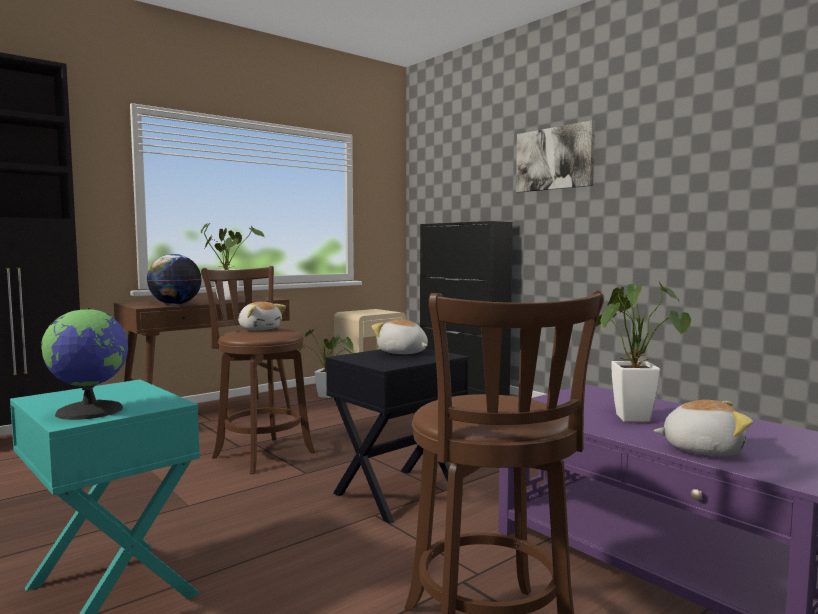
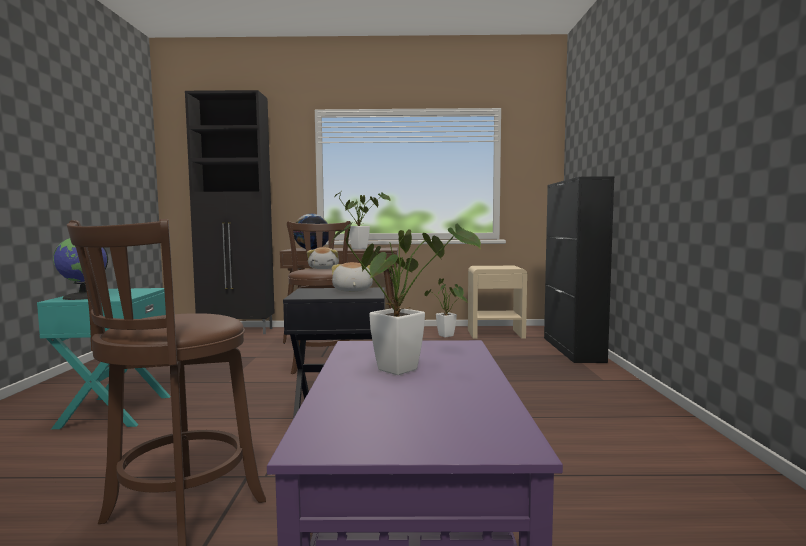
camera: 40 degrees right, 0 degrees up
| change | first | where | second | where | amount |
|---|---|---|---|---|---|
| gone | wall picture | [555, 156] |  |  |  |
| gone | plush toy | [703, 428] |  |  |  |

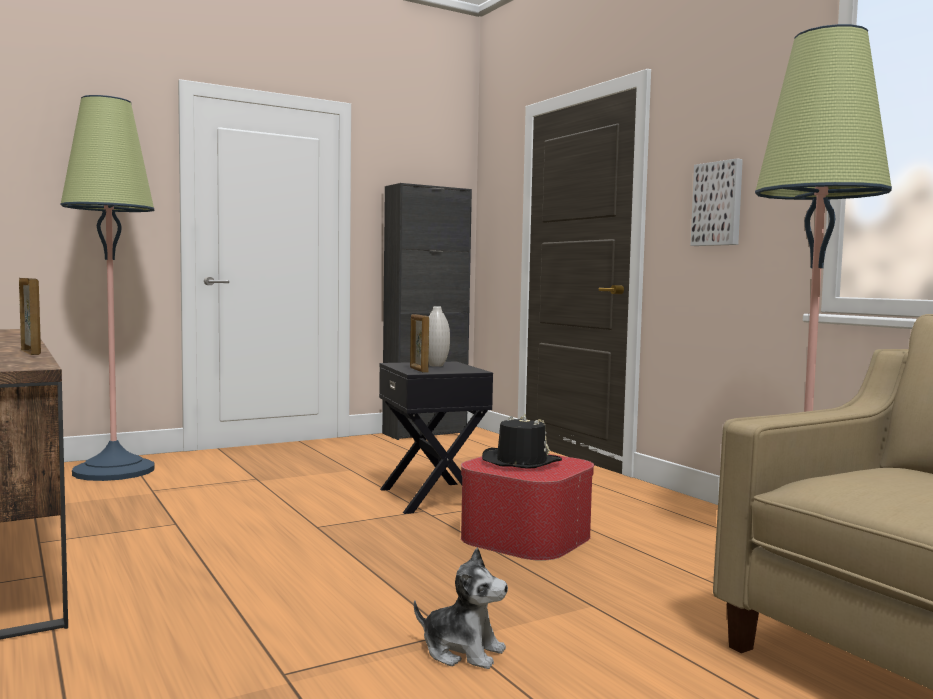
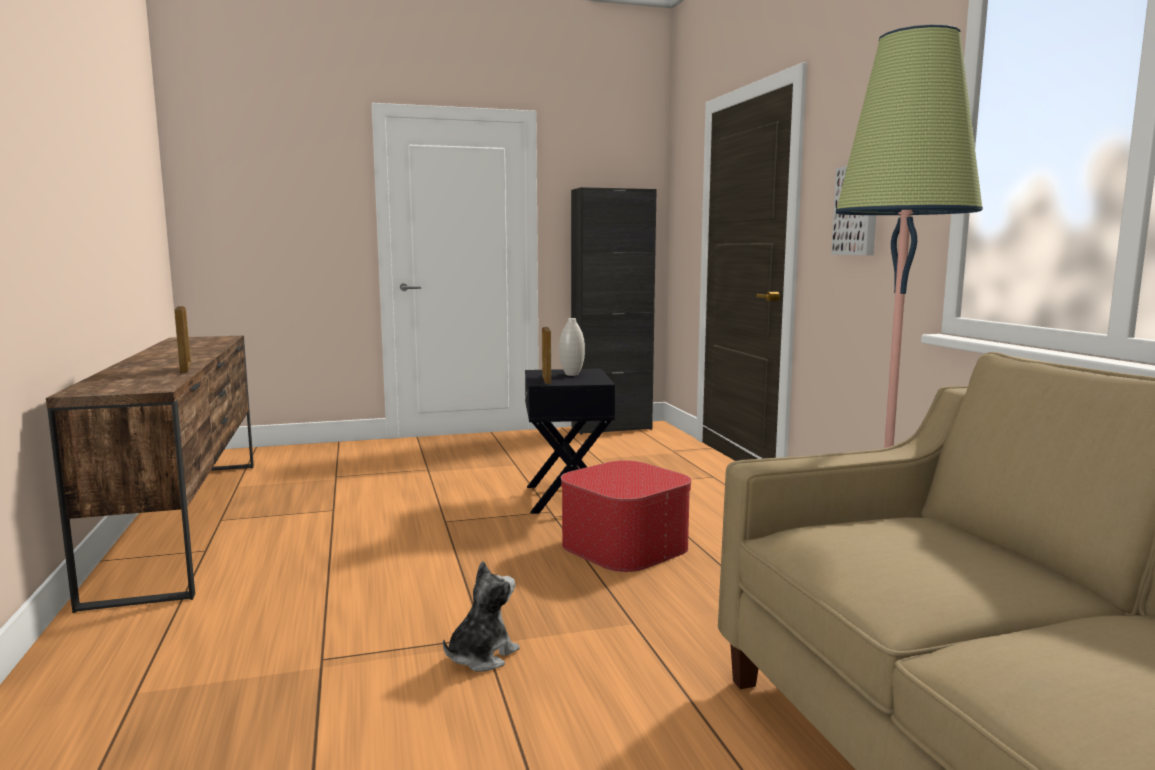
camera: 15 degrees right, 5 degrees up
| change | first | where | second | where | amount |
|---|---|---|---|---|---|
| rotated | plush toy | [461, 608] |  | [481, 616] | 90 degrees counterclockwise |
| gone | standing lamp | [107, 288] |  |  |  |
| gone | hat/black-coloured | [522, 441] |  |  |  |

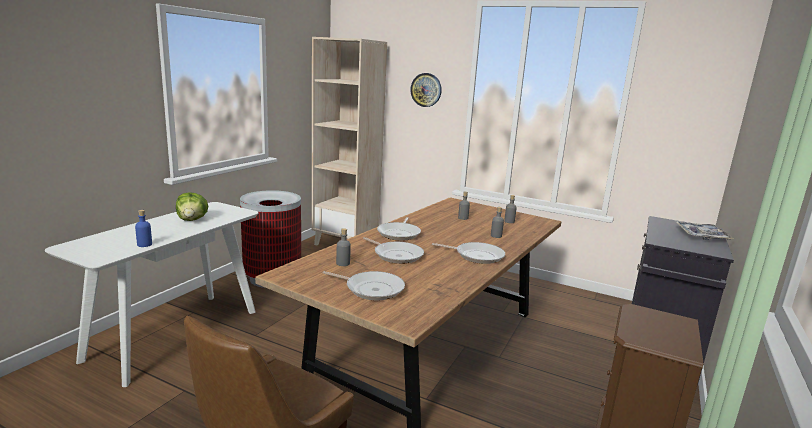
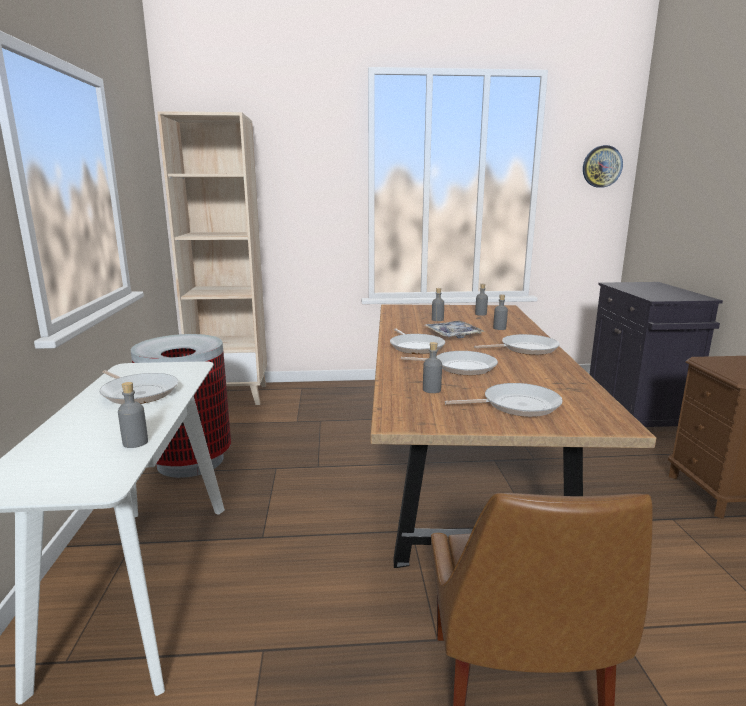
camera: 30 degrees left, 0 degrees up
| change | first | where | second | where | amount |
|---|---|---|---|---|---|
| swapped | lettuce | [192, 206] | frying pan | [138, 387] |  |
| repainted | bottle/blue-coloured | [143, 228] | bottle/greyish | [133, 415] |  |
| shifted | serving tray | [705, 230] |  | [455, 330] |  |
| shifted | clock on the wall | [426, 90] |  | [603, 166] |  |

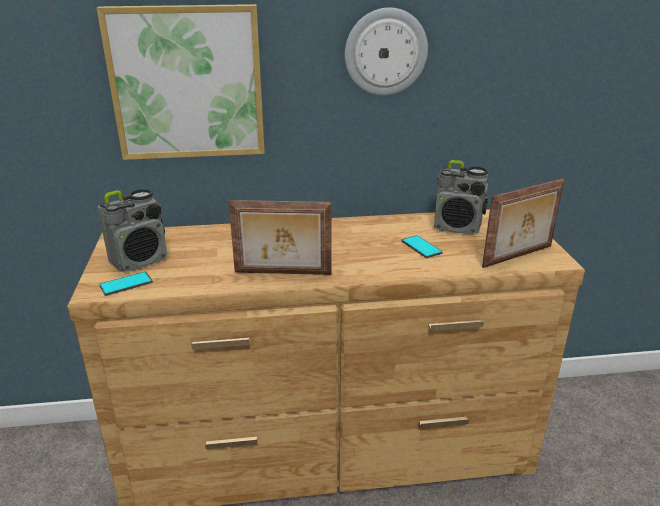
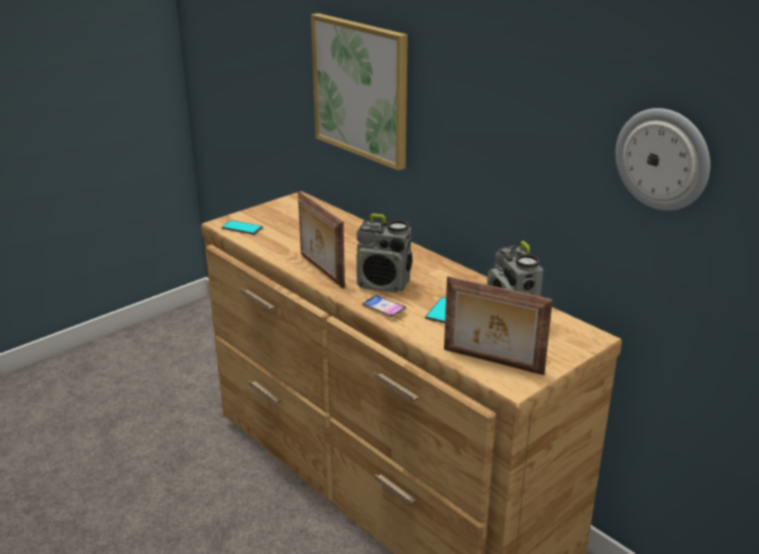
camera: 55 degrees right, 0 degrees up
| change | first | where | second | where | amount |
|---|---|---|---|---|---|
| shifted | radio set | [132, 230] |  | [384, 253] |  |
| new |  |  | phone | [384, 306] |  |
| shifted | clock on the wall | [386, 51] |  | [662, 159] |  |

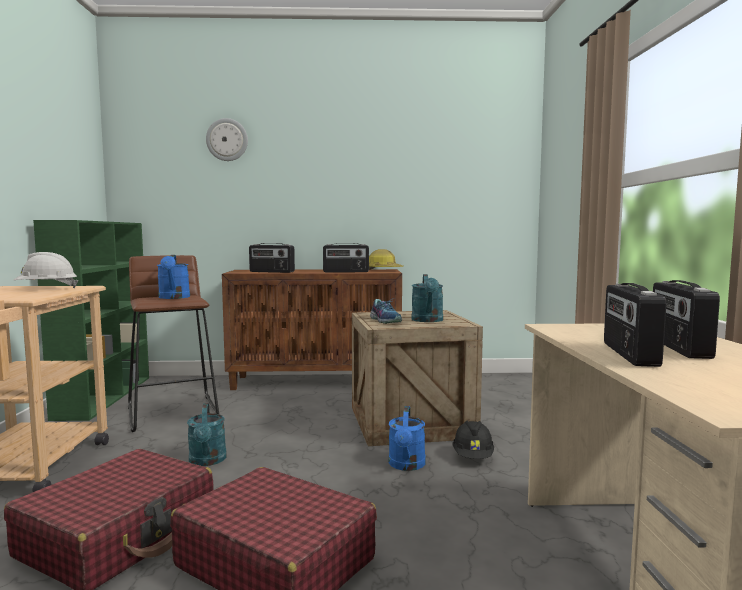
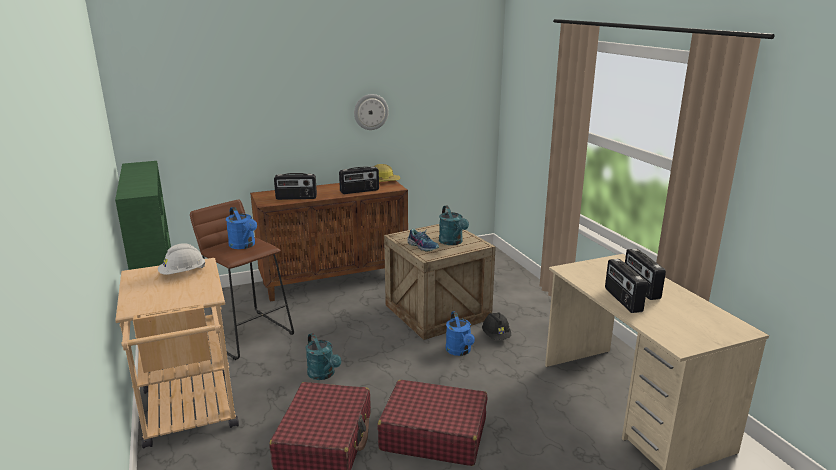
camera: 20 degrees left, 15 degrees up
| change | first | where | second | where | amount |
|---|---|---|---|---|---|
| shifted | clock on the wall | [227, 139] |  | [371, 112] |  |

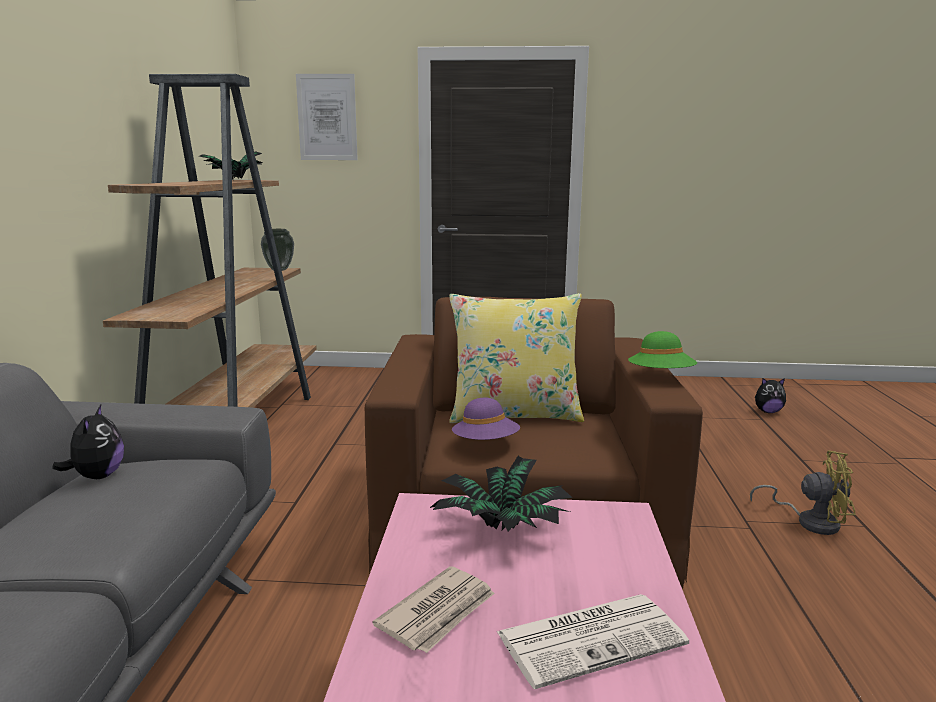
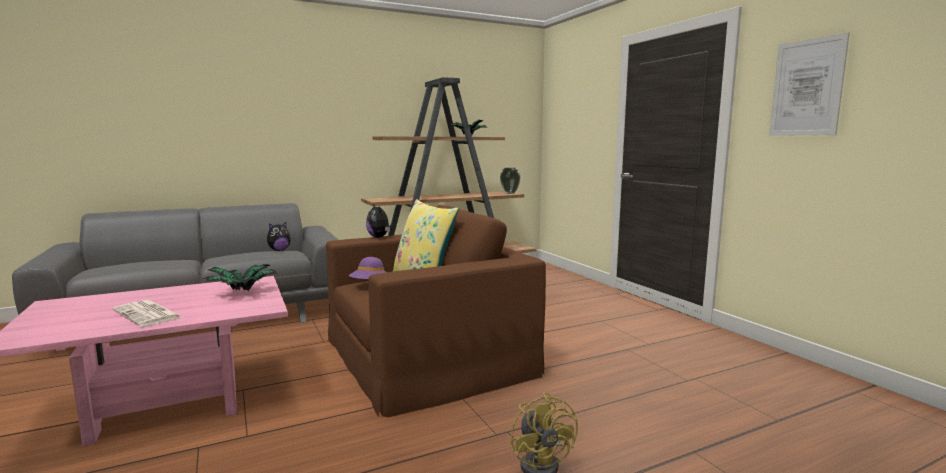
camera: 60 degrees right, 5 degrees down
| change | first | where | second | where | amount |
|---|---|---|---|---|---|
| shifted | plush toy | [770, 395] |  | [379, 221] |  |
| shifted | wall picture | [327, 117] |  | [809, 84] |  |
| gone | daily paper | [433, 609] |  |  |  |
| gone | hat/greenish | [662, 349] |  |  |  |

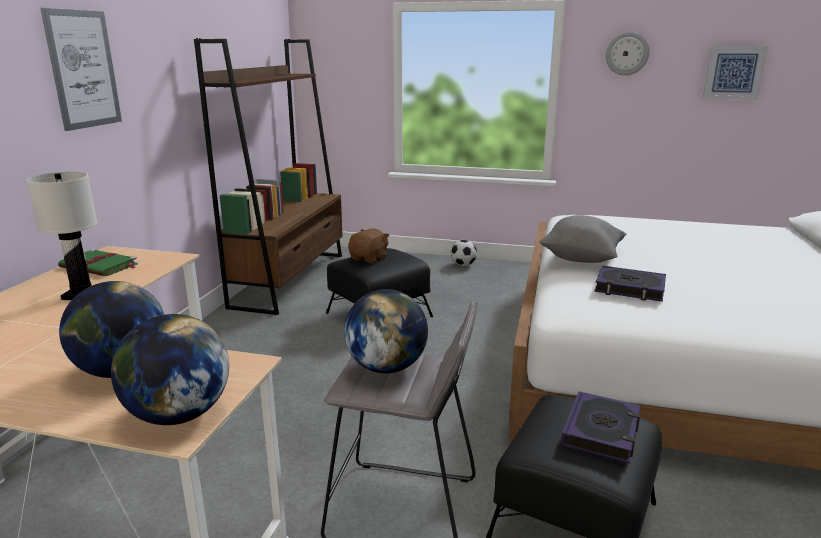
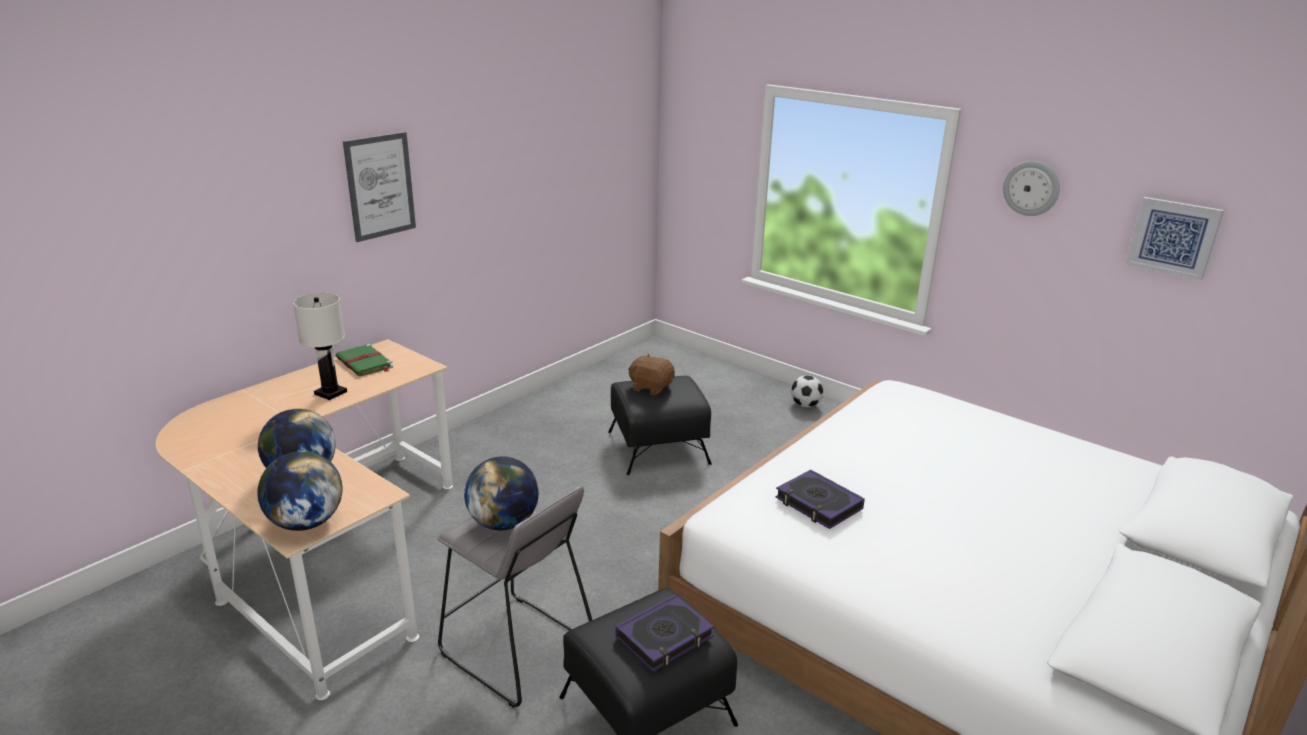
camera: 25 degrees right, 5 degrees up
| change | first | where | second | where | amount |
|---|---|---|---|---|---|
| rotated | plush toy/brown | [369, 246] |  | [651, 374] | 120 degrees counterclockwise |
| gone | bookshelf/brown | [268, 176] |  |  |  |
| gone | throw pillow/greyish | [583, 239] |  |  |  |

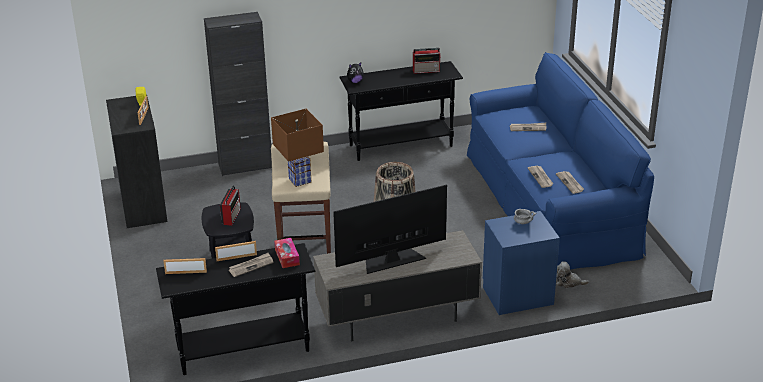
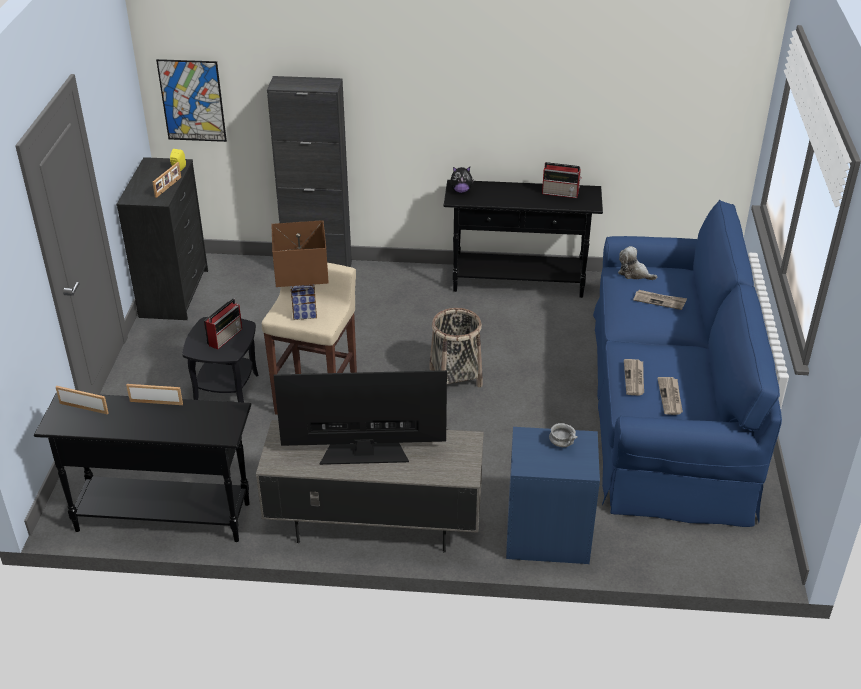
camera: 20 degrees right, 5 degrees up
| change | first | where | second | where | amount |
|---|---|---|---|---|---|
| new |  |  | wall picture | [191, 100] |  |
| shifted | plush toy | [573, 274] |  | [637, 263] |  |
| gone | daily paper | [251, 265] |  |  |  |
| gone | tissue box | [287, 253] |  |  |  |

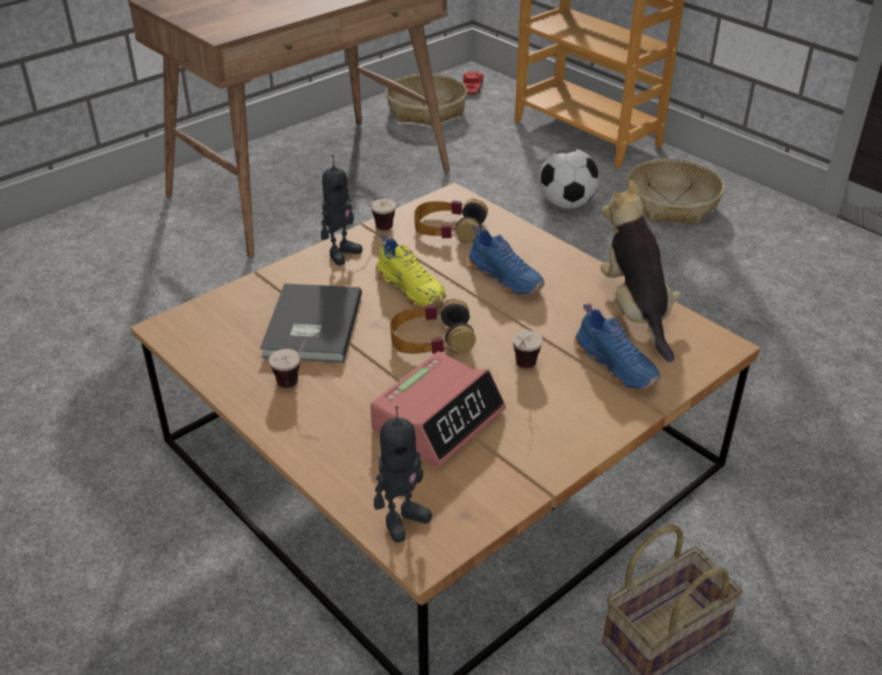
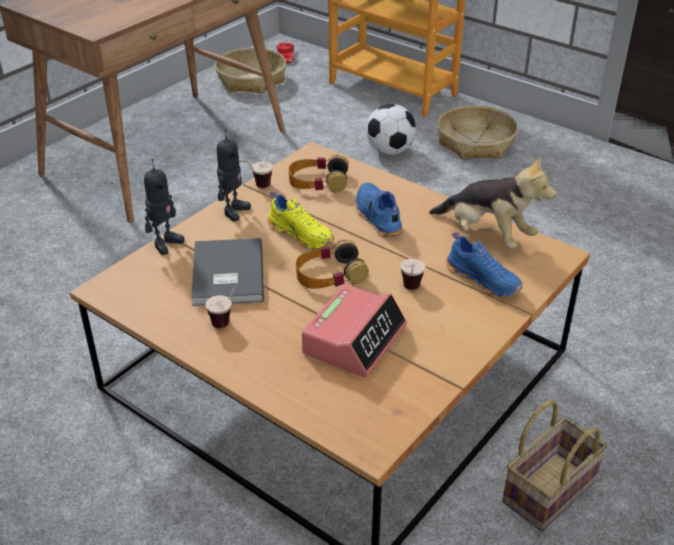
camera: 10 degrees left, 0 degrees up
| change | first | where | second | where | amount |
|---|---|---|---|---|---|
| shifted | robot figure | [403, 474] |  | [164, 207] |  |
| rotated | item of footwear/blue-coloured | [506, 260] |  | [379, 210] | 150 degrees counterclockwise |
| rotated | plush toy | [640, 271] |  | [492, 201] | 150 degrees clockwise |

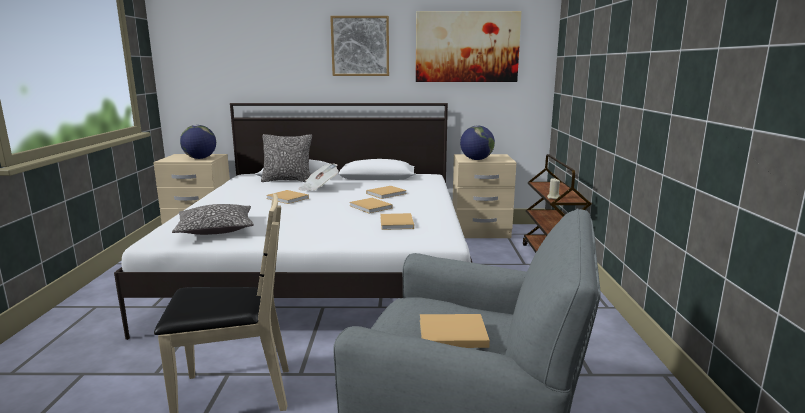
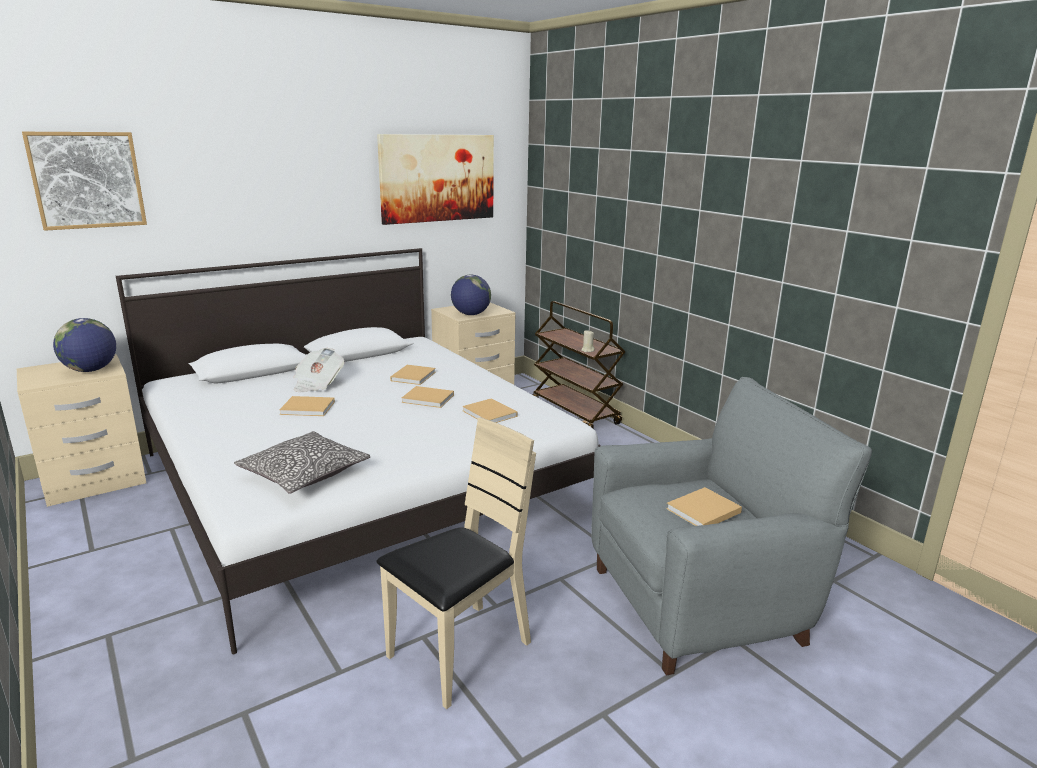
camera: 35 degrees left, 5 degrees up
| change | first | where | second | where | amount |
|---|---|---|---|---|---|
| shifted | wall picture | [359, 46] |  | [84, 181] |  |
| gone | throw pillow | [286, 158] |  |  |  |

